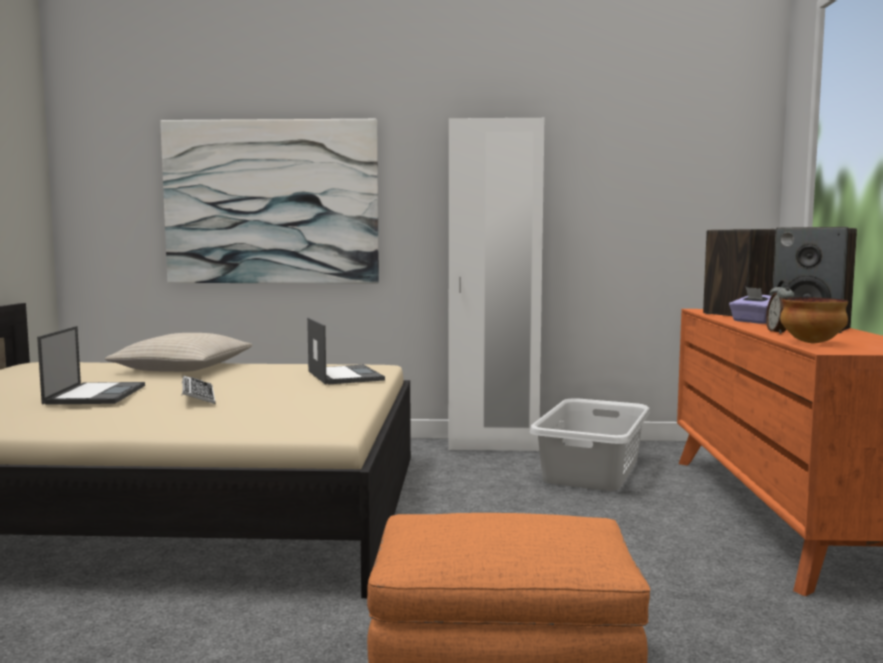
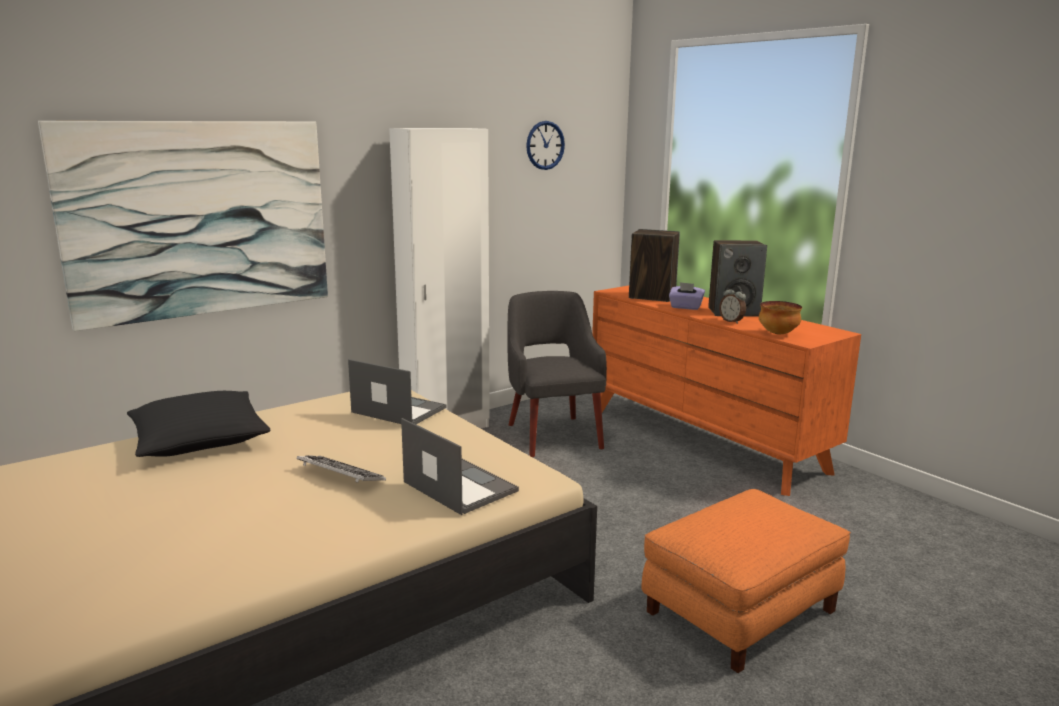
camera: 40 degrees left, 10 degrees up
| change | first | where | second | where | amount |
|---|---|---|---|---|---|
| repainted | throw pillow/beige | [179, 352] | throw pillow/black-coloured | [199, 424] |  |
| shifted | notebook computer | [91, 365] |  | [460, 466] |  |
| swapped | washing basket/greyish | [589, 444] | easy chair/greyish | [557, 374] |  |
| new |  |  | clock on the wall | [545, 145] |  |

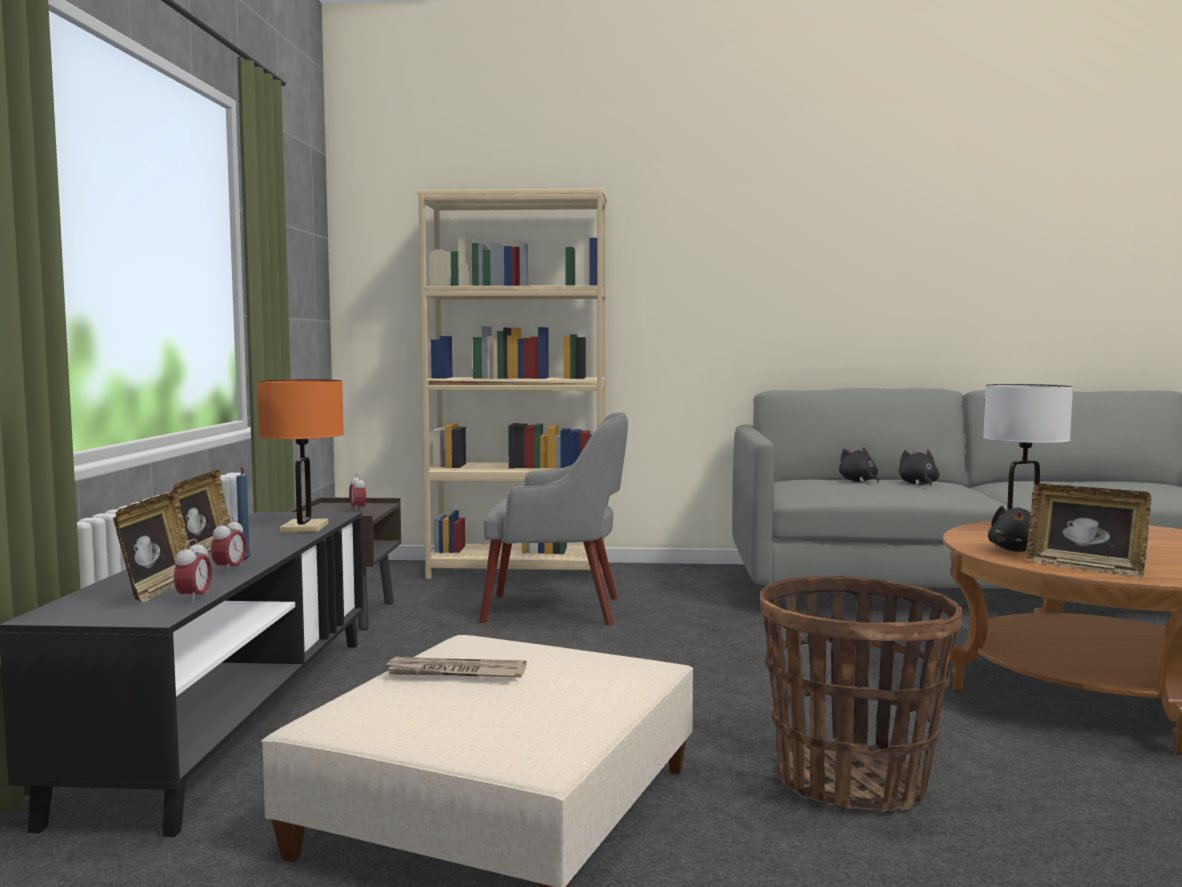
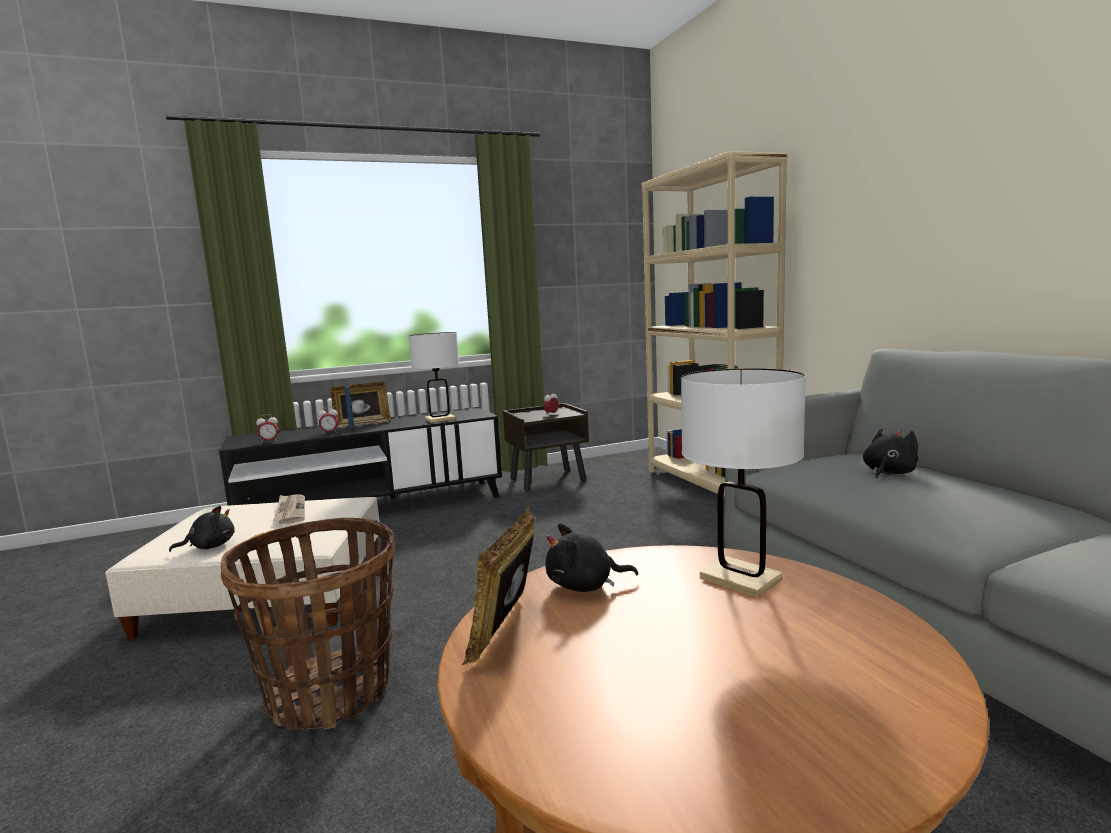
camera: 65 degrees right, 5 degrees up
| change | first | where | second | where | amount |
|---|---|---|---|---|---|
| shifted | plush toy/black-coloured | [919, 467] |  | [202, 529] |  |
| repainted | lamp for a table/orange | [300, 455] | lamp for a table/white | [434, 377] |  |
| gone | picture frame | [151, 547] |  |  |  |
| gone | easy chair/greyish | [553, 519] |  |  |  |

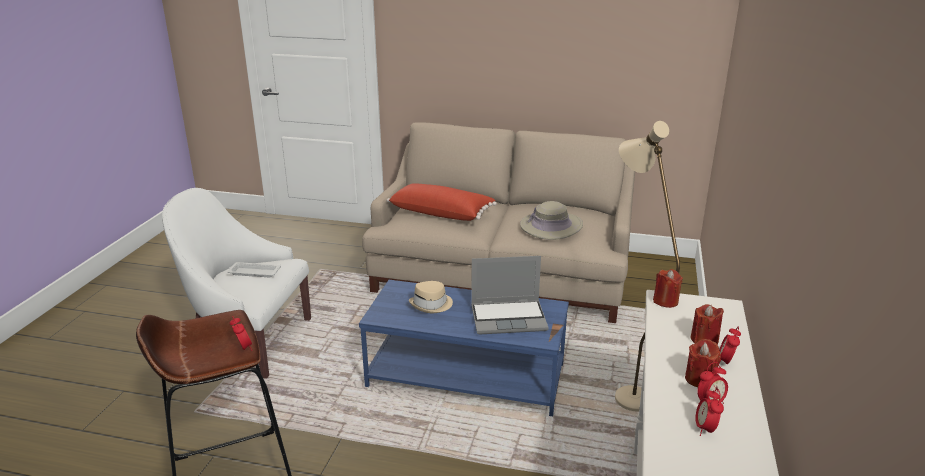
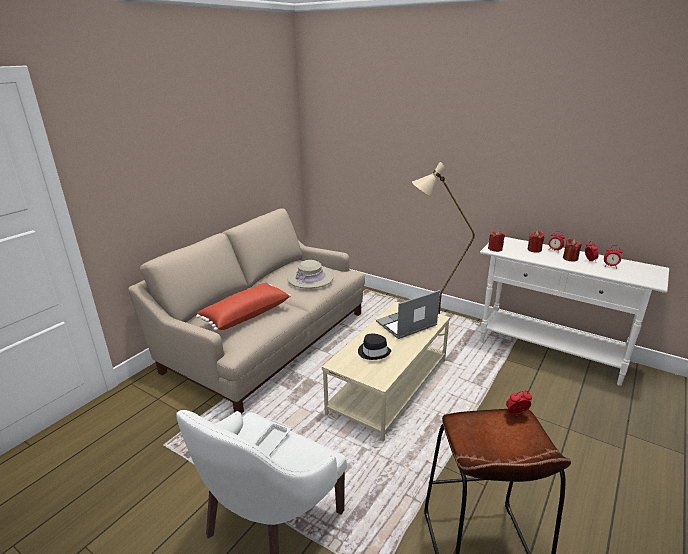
camera: 70 degrees left, 0 degrees up
| change | first | where | second | where | amount |
|---|---|---|---|---|---|
| repainted | lounge table/blue-coloured | [464, 348] | lounge table/beige | [386, 371] |  |
| repainted | hat/beige | [431, 297] | hat/black-coloured | [374, 347] |  |
| rotated | notebook computer | [510, 295] |  | [408, 314] | 135 degrees counterclockwise |

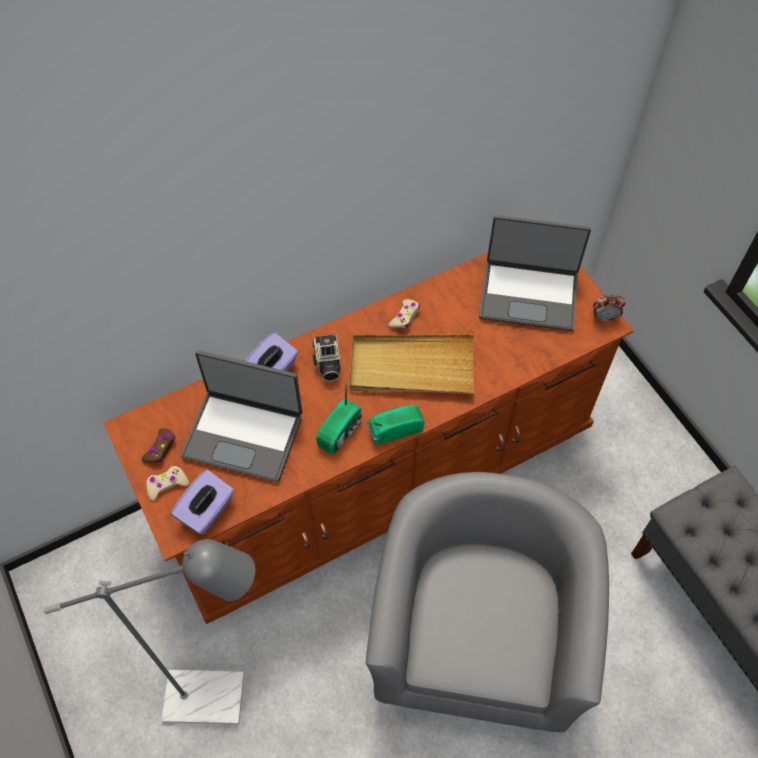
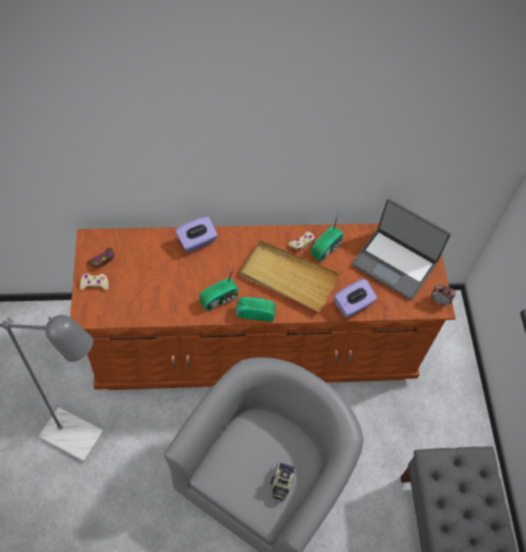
camera: 20 degrees right, 0 degrees up
| change | first | where | second | where | amount |
|---|---|---|---|---|---|
| shifted | photo camera | [326, 358] |  | [283, 482] |  |
| new |  |  | radio set | [327, 237] |  |
| shifted | tissue box/purplish | [202, 502] |  | [355, 298] |  |
| gone | notebook computer | [241, 416] |  |  |  |

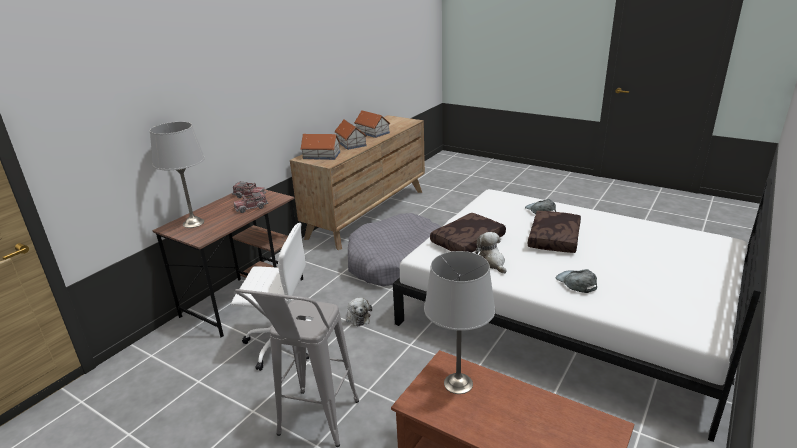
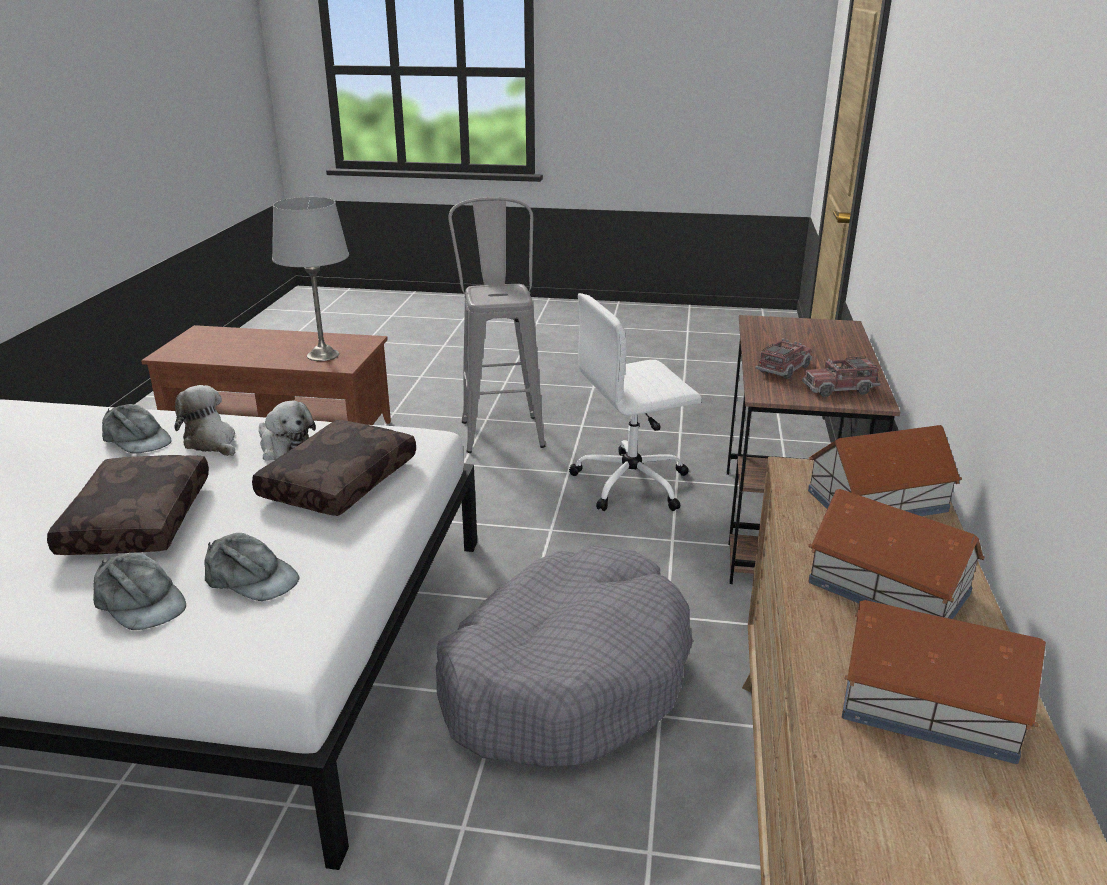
camera: 155 degrees right, 0 degrees up
| change | first | where | second | where | amount |
|---|---|---|---|---|---|
| shifted | plush toy | [359, 312] |  | [204, 420] |  |
| new |  |  | cap/greyish | [251, 567] |  |
| gone | lamp for a table/greyish | [177, 175] |  |  |  |

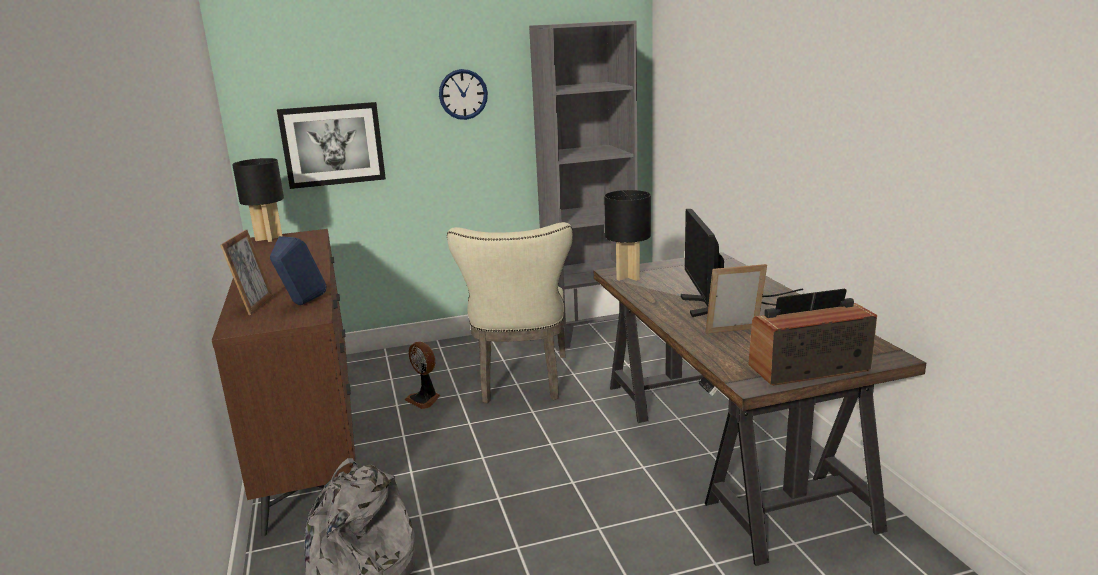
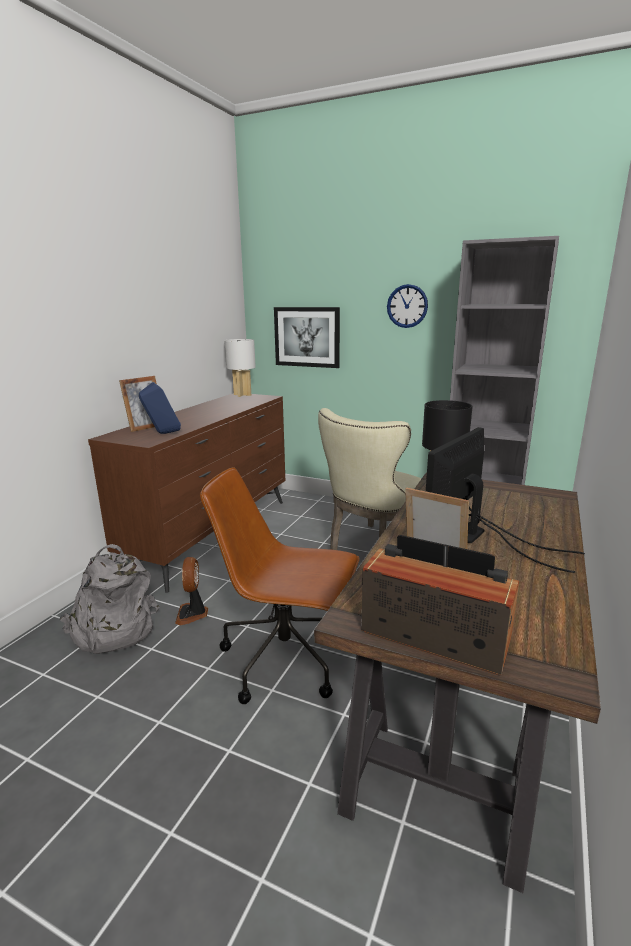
camera: 40 degrees right, 0 degrees up
| change | first | where | second | where | amount |
|---|---|---|---|---|---|
| shifted | electric fan | [422, 375] |  | [191, 591] |  |
| new |  |  | computer chair/brown | [280, 586] |  |
| repainted | lamp for a table/black-coloured | [258, 200] | lamp for a table/white | [240, 368] |  |

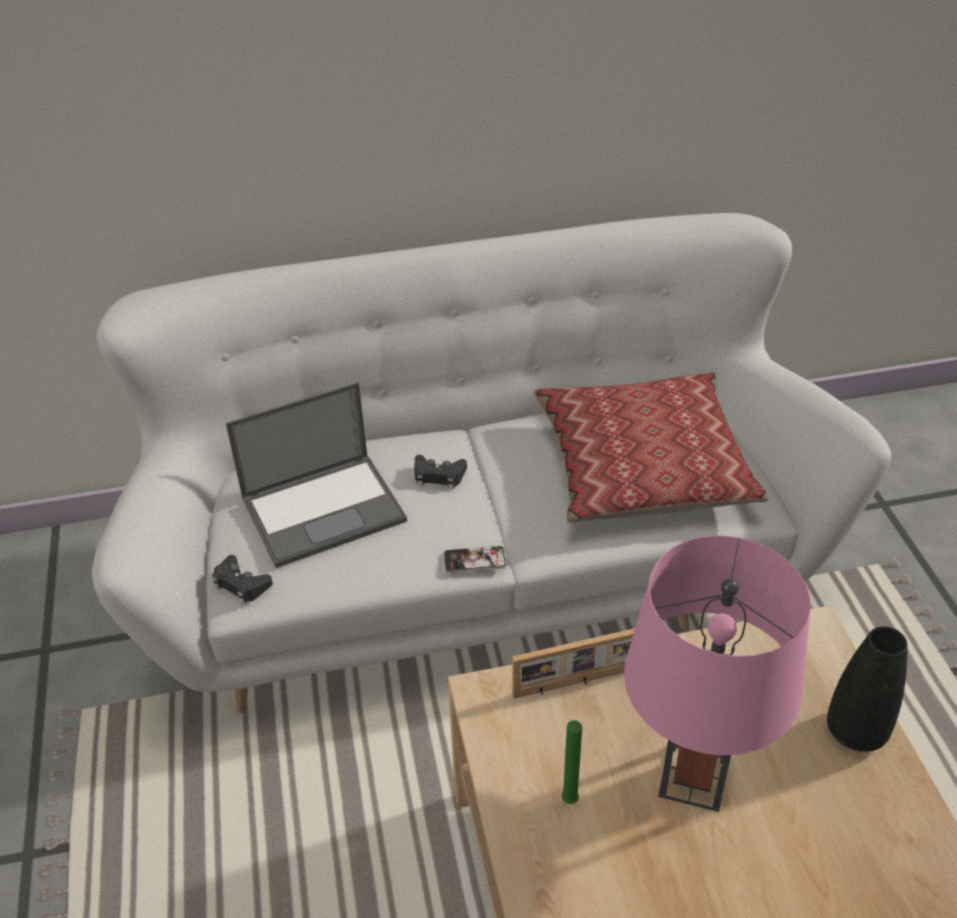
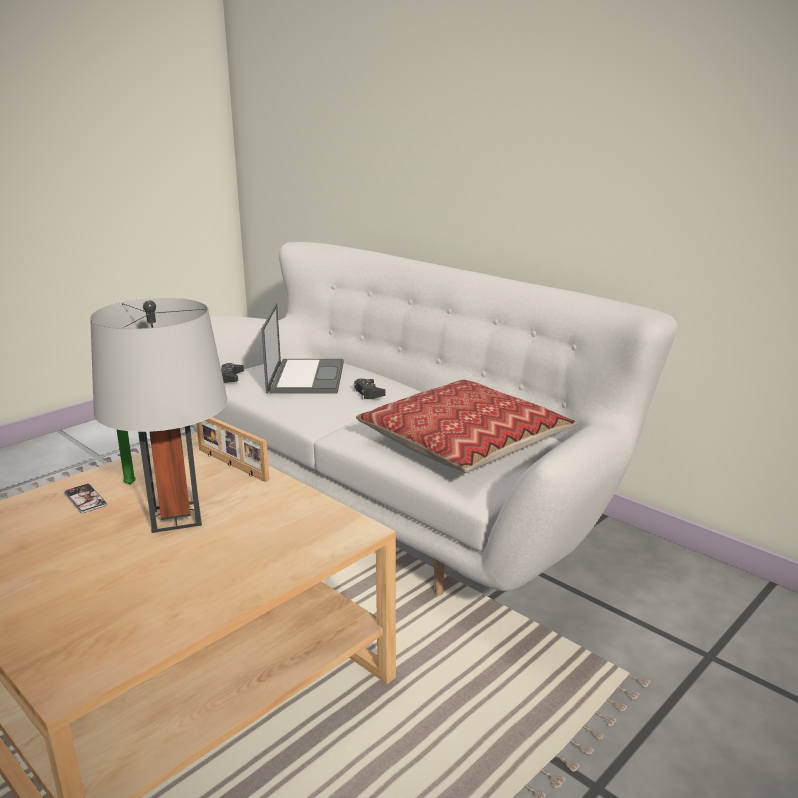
camera: 55 degrees right, 20 degrees down
| change | first | where | second | where | amount |
|---|---|---|---|---|---|
| shifted | phone | [475, 559] |  | [85, 498] |  |
| repainted | lamp for a table/pinkish | [717, 674] | lamp for a table/greyish | [158, 415] |  |
| rotated | notebook computer | [316, 475] |  | [303, 348] | 120 degrees counterclockwise |
| gone | vase/black-coloured | [867, 689] |  |  |  |

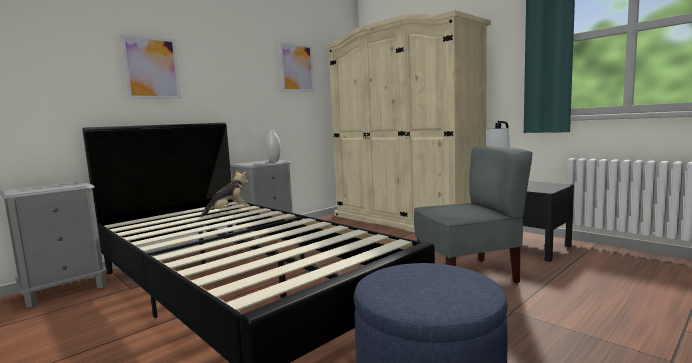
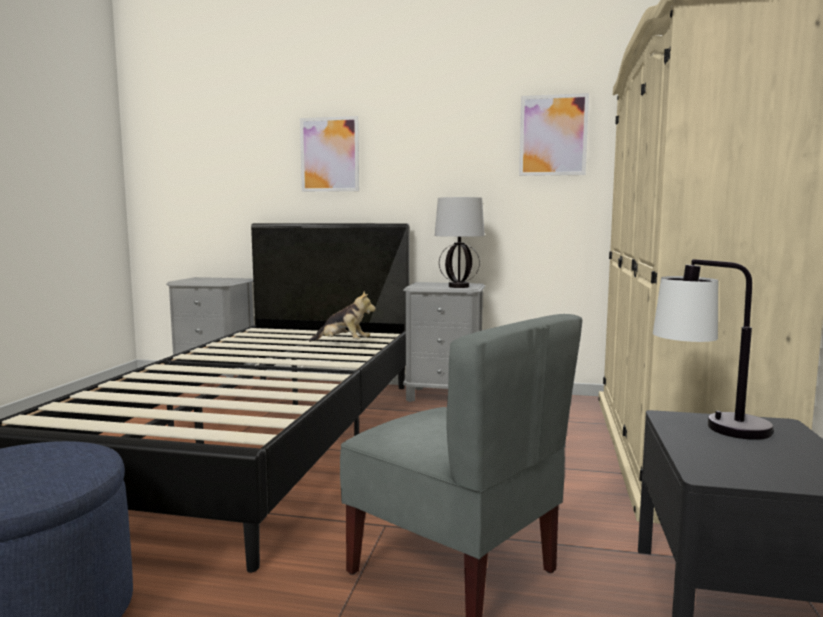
camera: 55 degrees right, 0 degrees up
| change | first | where | second | where | amount |
|---|---|---|---|---|---|
| swapped | vase/white | [273, 146] | lamp for a table | [460, 242] |  |

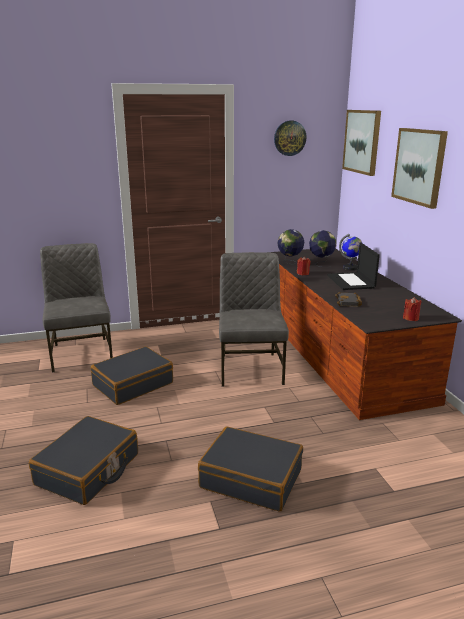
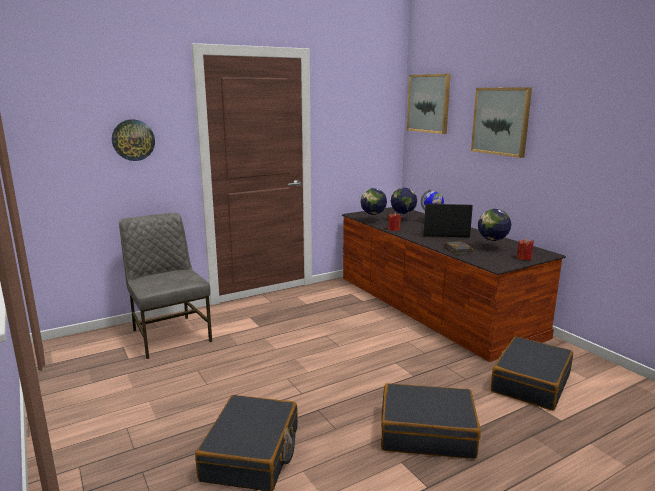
camera: 15 degrees left, 5 degrees down
| change | first | where | second | where | amount |
|---|---|---|---|---|---|
| shifted | clock on the wall | [290, 138] |  | [133, 140] |  |
| rotated | notebook computer | [353, 266] |  | [447, 220] | 120 degrees clockwise |
| new |  |  | desk globe | [494, 230] |  |
| shifted | suitcase/black-coloured | [132, 375] |  | [532, 373] |  |
| gone | chair/greyish | [254, 319] |  |  |  |

